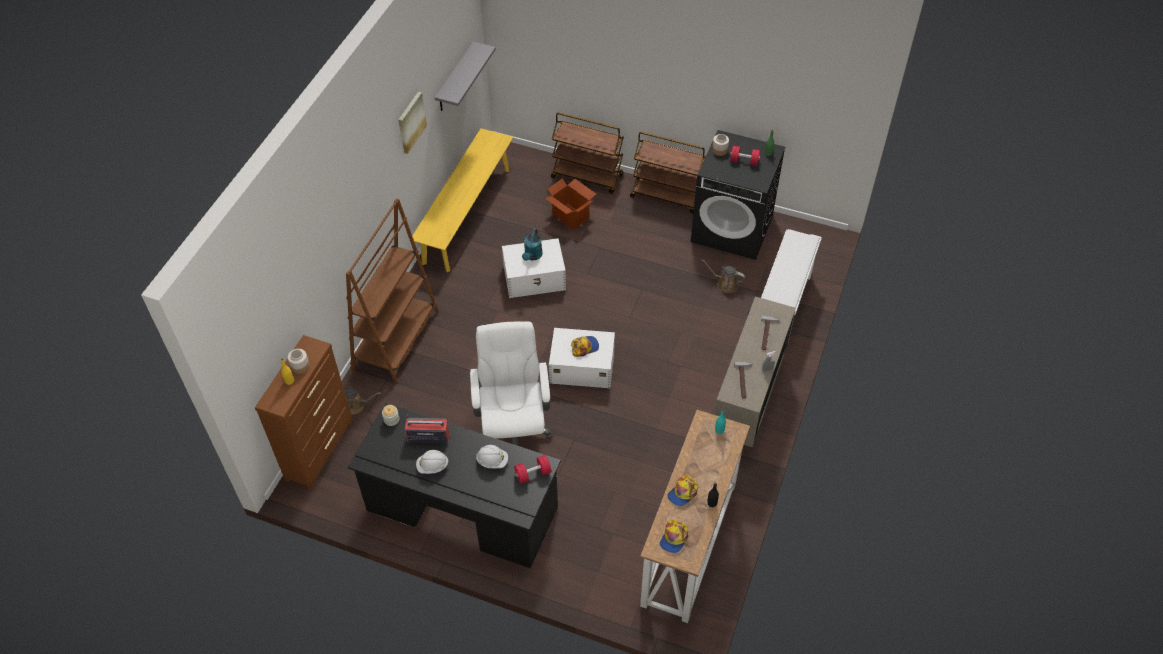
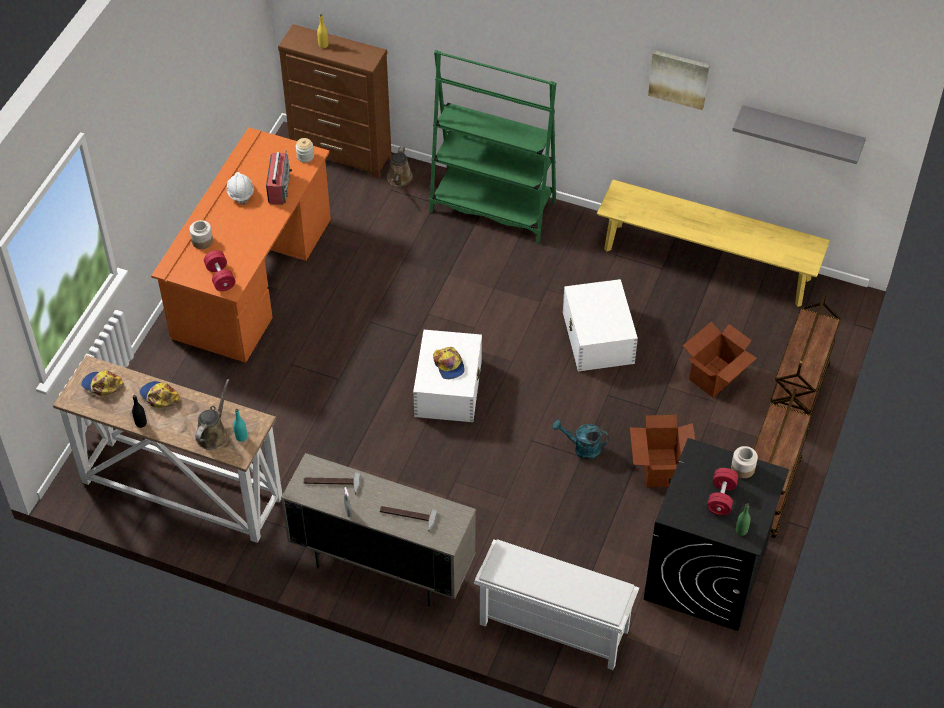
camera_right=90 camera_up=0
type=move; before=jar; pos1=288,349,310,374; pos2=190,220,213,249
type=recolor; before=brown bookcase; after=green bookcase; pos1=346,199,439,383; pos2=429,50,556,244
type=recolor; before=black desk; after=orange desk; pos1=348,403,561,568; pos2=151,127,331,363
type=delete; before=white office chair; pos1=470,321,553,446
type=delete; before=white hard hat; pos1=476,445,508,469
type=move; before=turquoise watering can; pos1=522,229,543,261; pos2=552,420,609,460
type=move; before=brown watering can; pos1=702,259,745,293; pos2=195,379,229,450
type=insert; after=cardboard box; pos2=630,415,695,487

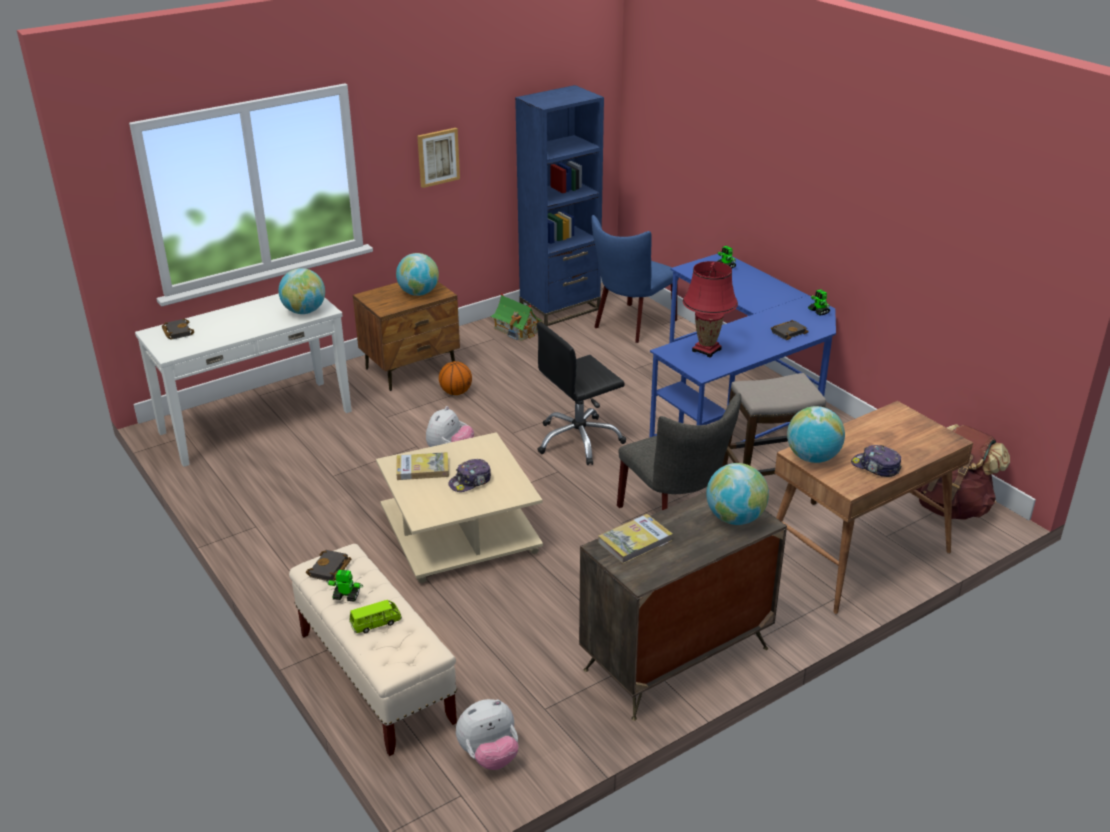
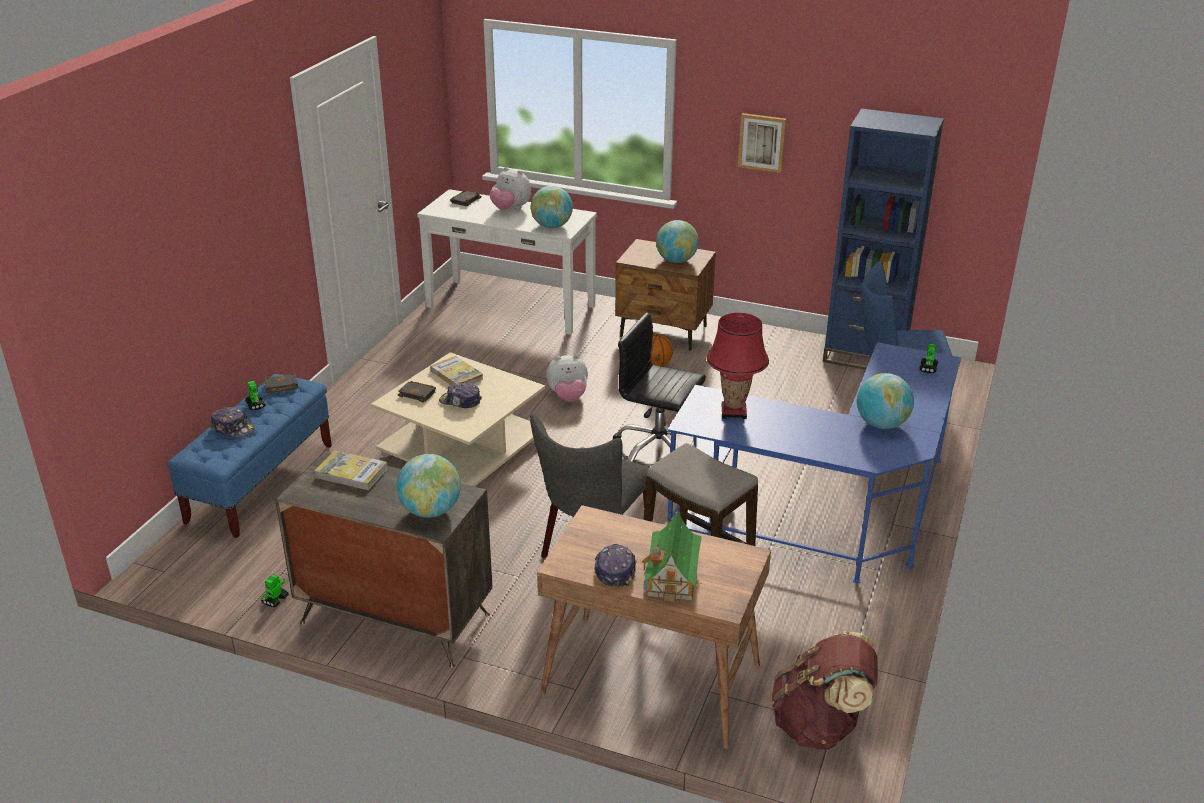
camera_right=55 camera_up=0
type=recolor; before=beige bench; after=blue bench; pos1=289,544,457,756; pos2=167,374,332,538
type=replace; before=green toy car; after=cap; pos1=349,600,402,633; pos2=210,407,255,438
type=move; before=plush toy; pos1=456,699,519,770; pos2=490,167,531,210
type=move; before=toy house; pos1=490,293,542,341; pos2=641,510,702,602
type=move; before=black book; pos1=771,320,809,340; pos2=398,381,436,402
type=move; before=globe; pos1=787,406,845,463; pos2=857,373,914,429
type=move; before=toy robot; pos1=808,289,830,316; pos2=261,574,289,607

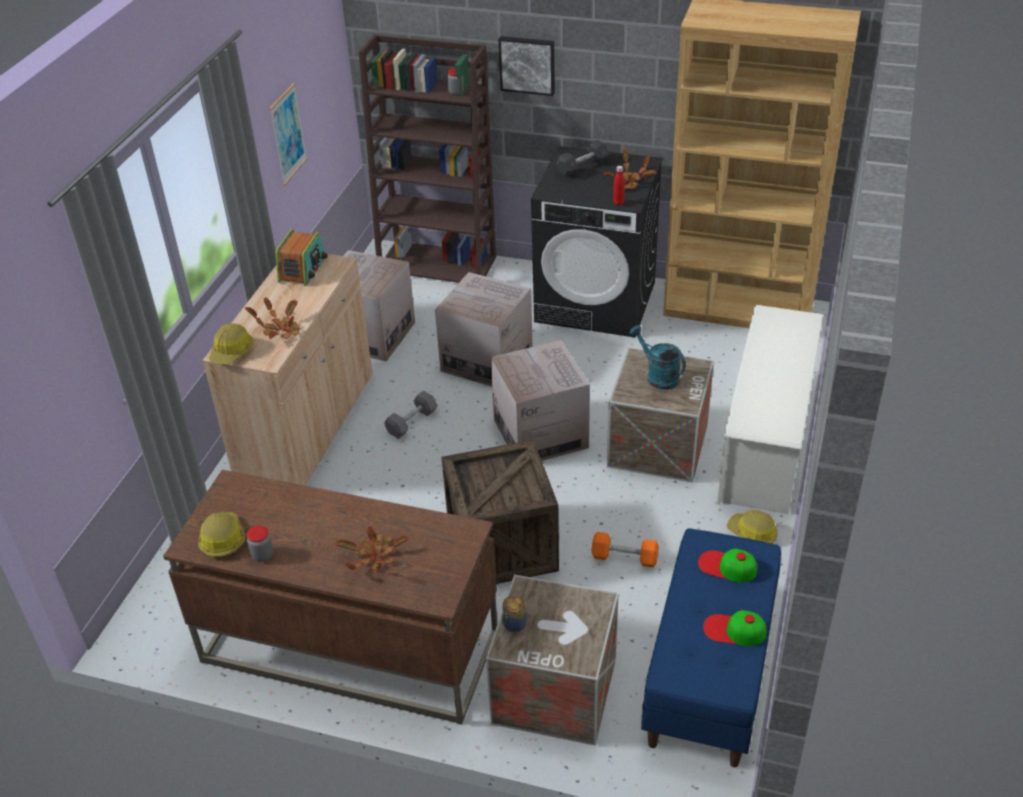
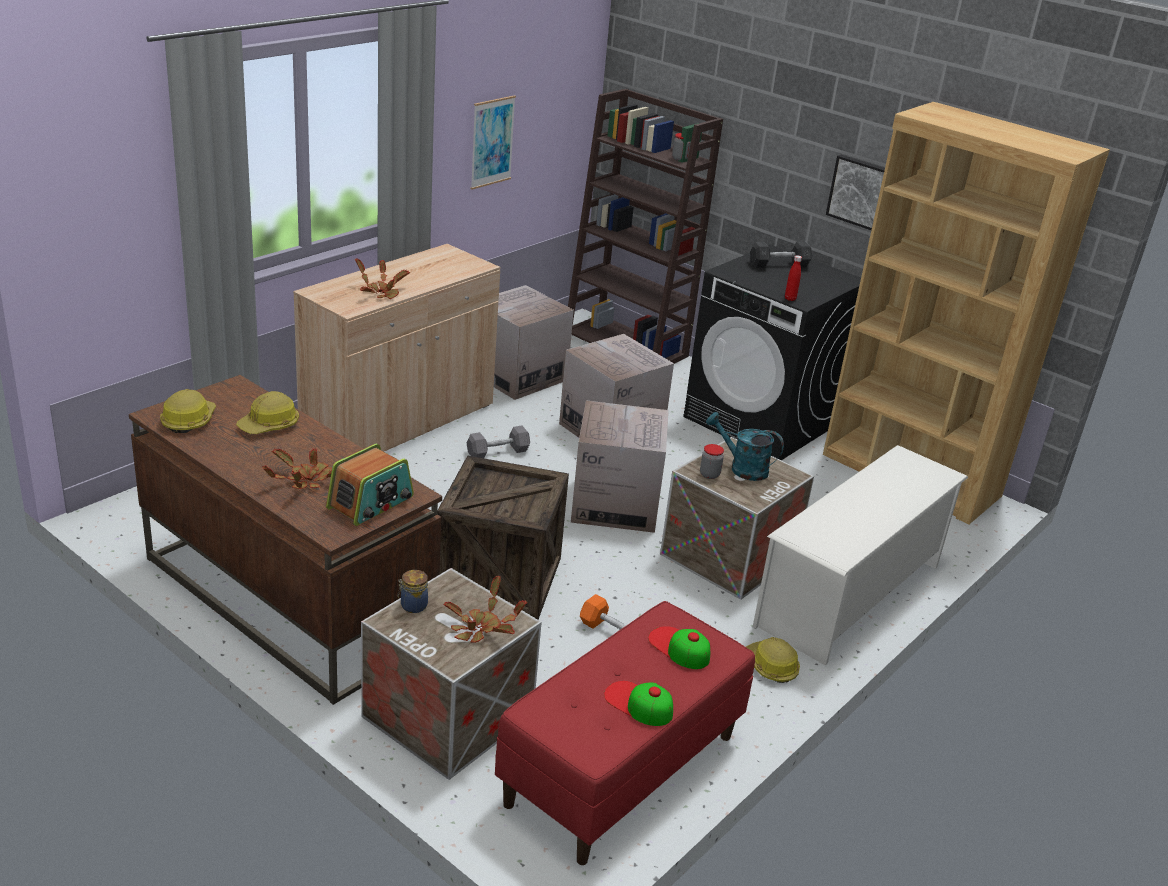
camera_right=20 camera_up=-10
type=move; before=hard hat; pos1=209,323,253,365; pos2=236,391,299,434
type=move; before=jar; pos1=246,525,273,562; pos2=700,444,724,479
type=move; before=radio; pos1=276,229,328,286; pos2=326,443,414,526
type=move; before=picture; pos1=499,36,555,96; pos2=826,155,885,230
type=move; before=potted plant; pos1=603,148,657,189; pos2=443,576,527,643
type=rotate; before=turquoise watering can; pos1=629,325,686,390; pos2=706,412,784,481; turn=-45
type=recolor; before=blue bench; after=red bench; pos1=641,528,781,767; pos2=495,601,755,865

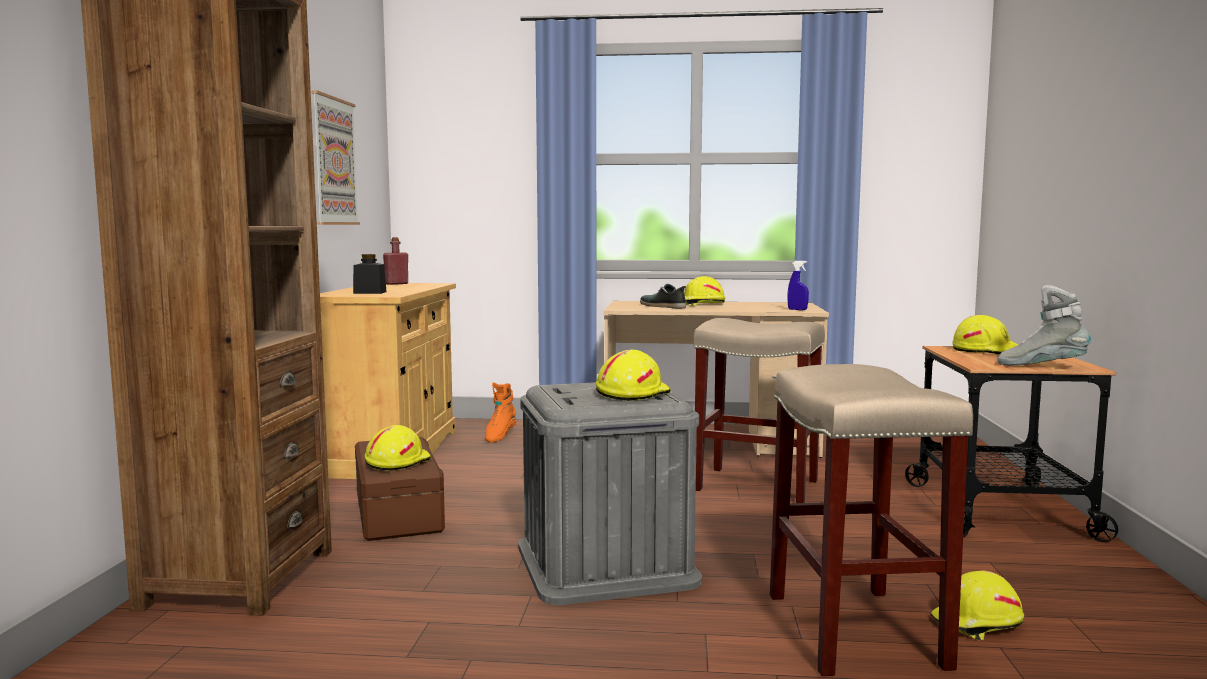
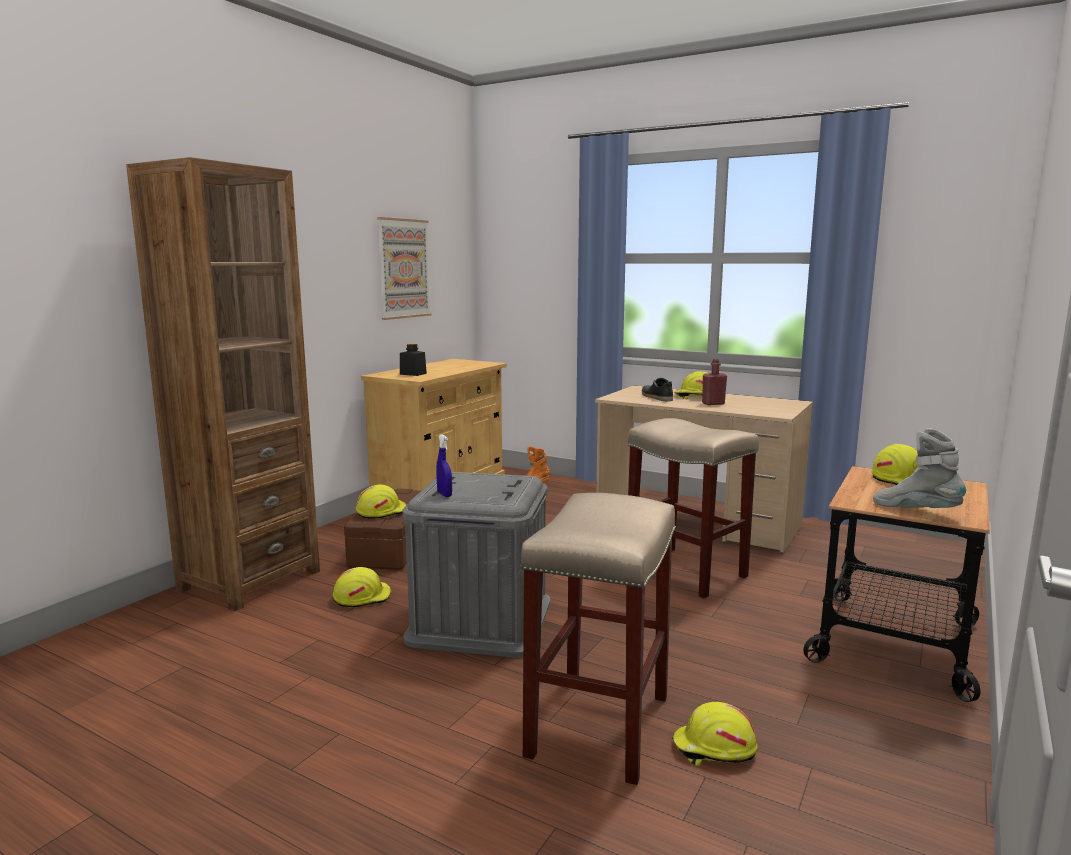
camera_right=25 camera_up=5
type=move; before=red bottle; pos1=383,237,408,285; pos2=702,359,727,405
type=move; before=yellow hard hat; pos1=596,350,671,401; pos2=333,567,391,607
type=move; before=blue spray bottle; pos1=787,261,809,310; pos2=436,434,452,497

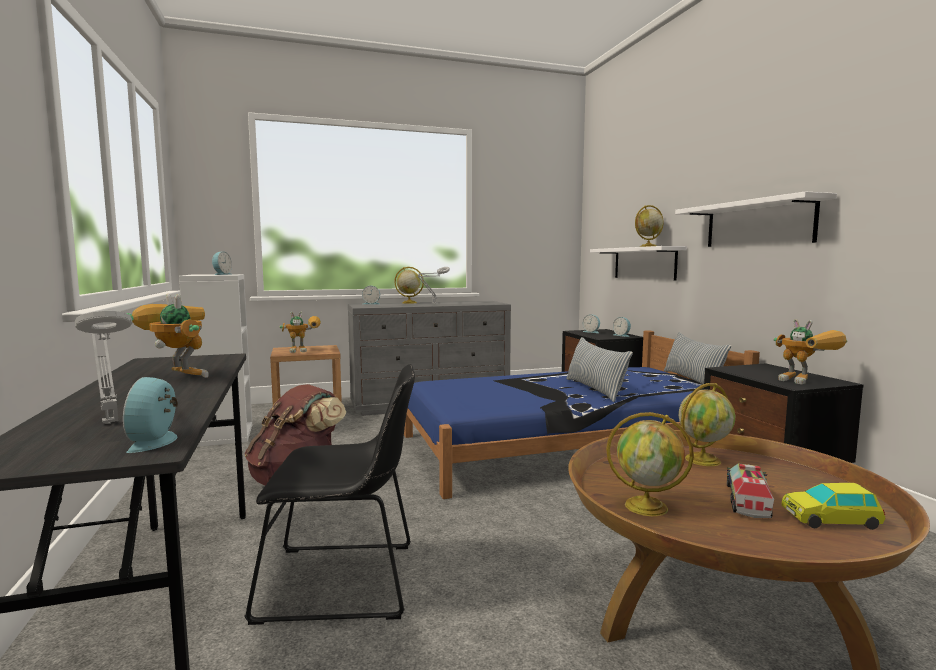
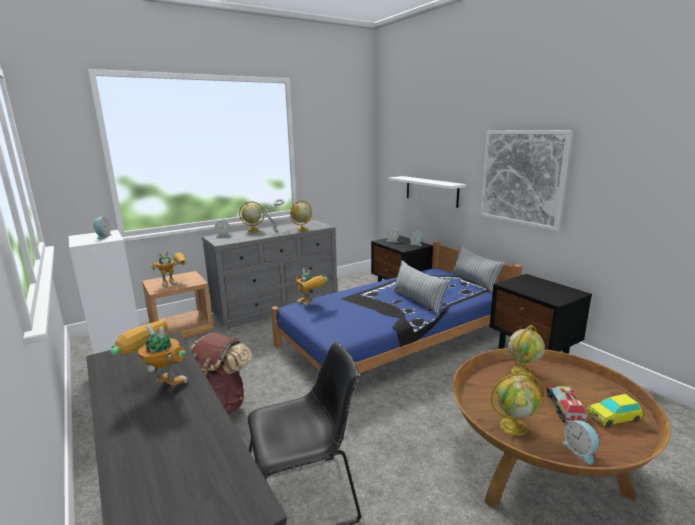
camera_right=-15 camera_up=10
type=delete; before=grey table lamp; pos1=75,311,132,424
type=move; before=alarm clock; pos1=123,377,178,453; pos2=563,420,599,464
type=move; before=globe; pos1=635,205,664,247; pos2=290,200,312,231
type=replace; before=white shelf; after=picture; pos1=675,192,837,247; pos2=480,130,573,231
type=move; before=toy robot; pos1=774,319,847,384; pos2=295,268,328,306

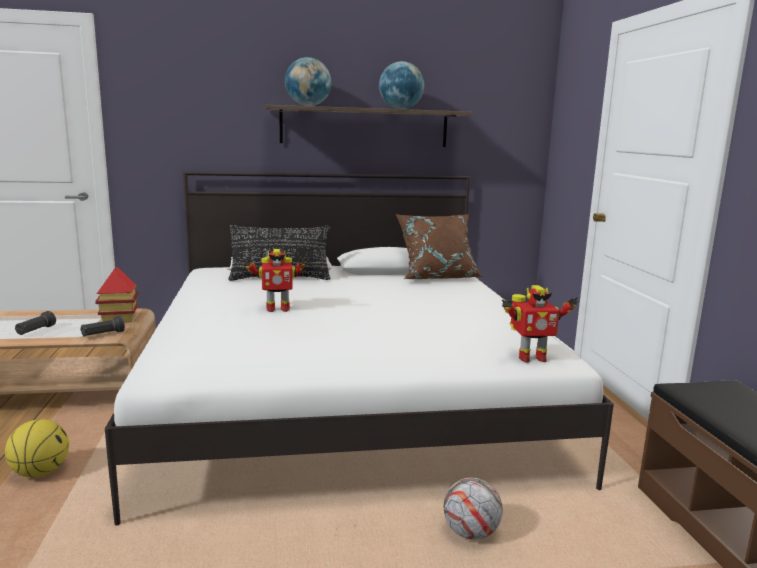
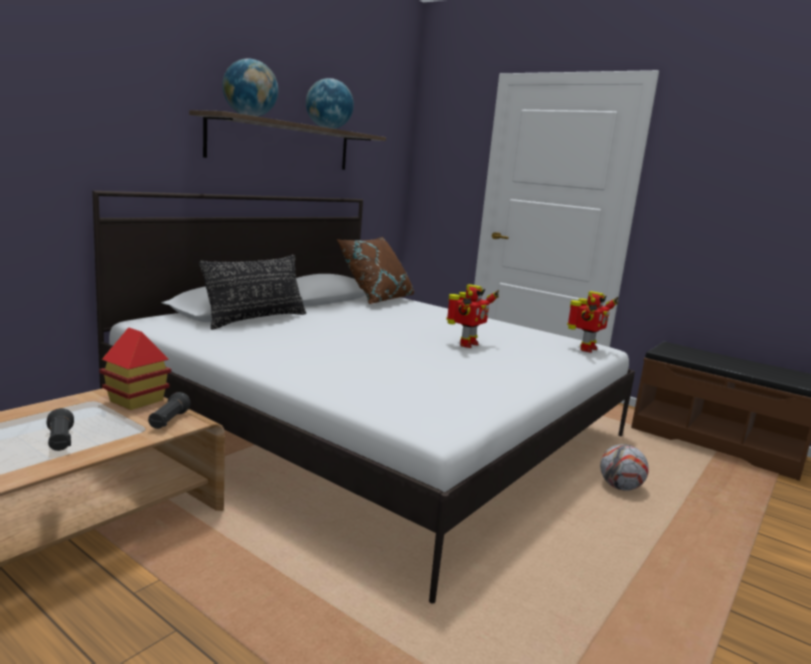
camera_right=-45 camera_up=0
type=delete; before=basketball; pos1=5,419,69,478
type=move; before=toy robot; pos1=242,249,306,312; pos2=446,284,499,348

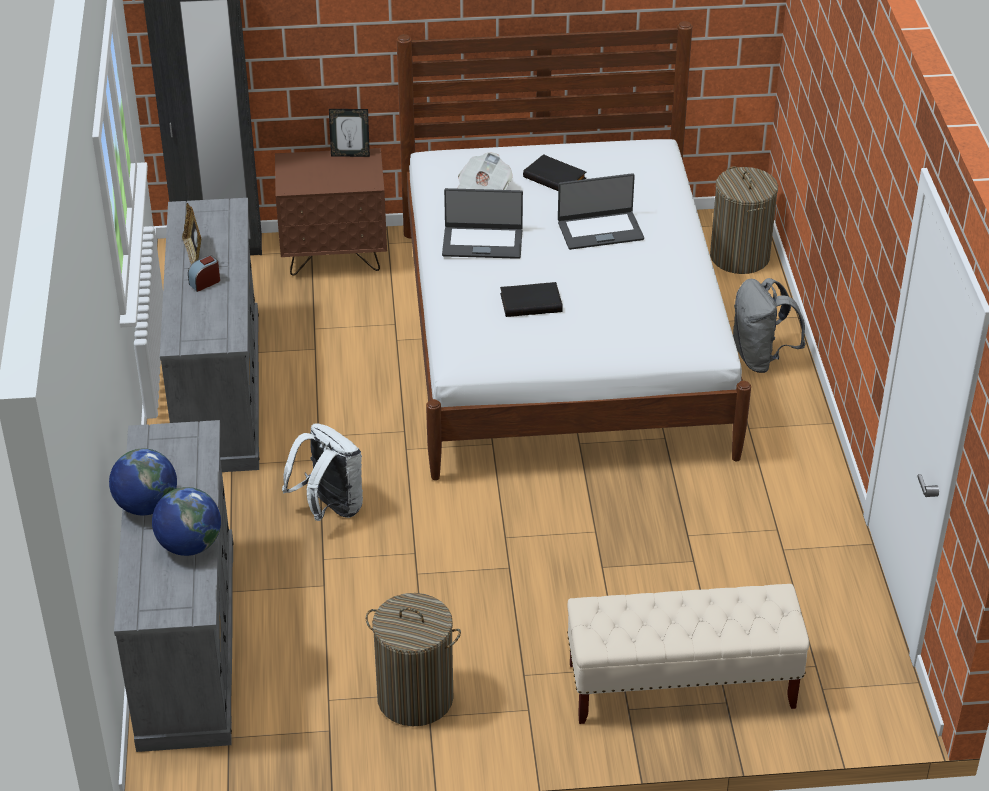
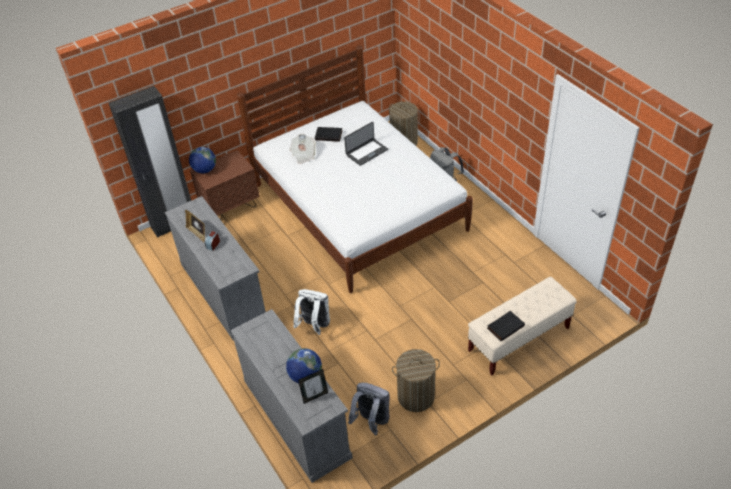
camera_right=-25 camera_up=5
type=move; before=globe; pos1=109,448,177,515; pos2=189,147,216,173
type=move; before=picture frame; pos1=329,109,370,157; pos2=298,369,328,404
type=delete; before=laptop; pos1=442,188,523,259
type=move; before=black book; pos1=500,282,563,317; pos2=487,311,525,341
type=insert; after=grey backpack; pos2=348,383,390,435

